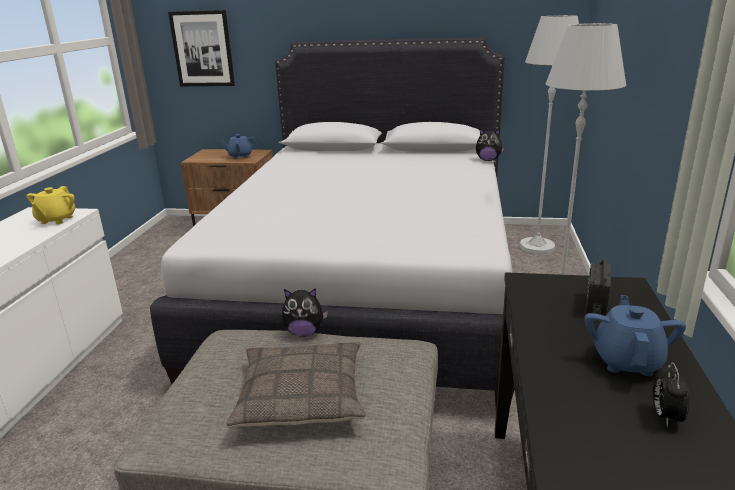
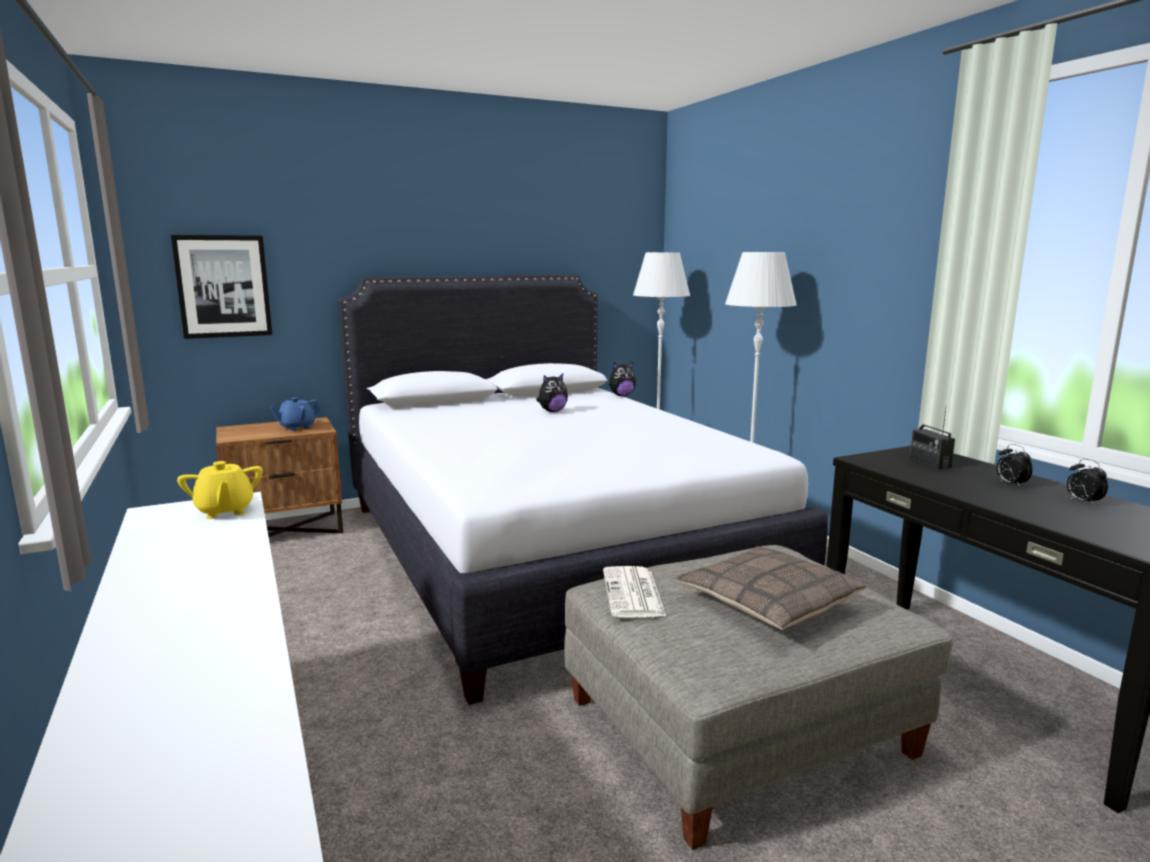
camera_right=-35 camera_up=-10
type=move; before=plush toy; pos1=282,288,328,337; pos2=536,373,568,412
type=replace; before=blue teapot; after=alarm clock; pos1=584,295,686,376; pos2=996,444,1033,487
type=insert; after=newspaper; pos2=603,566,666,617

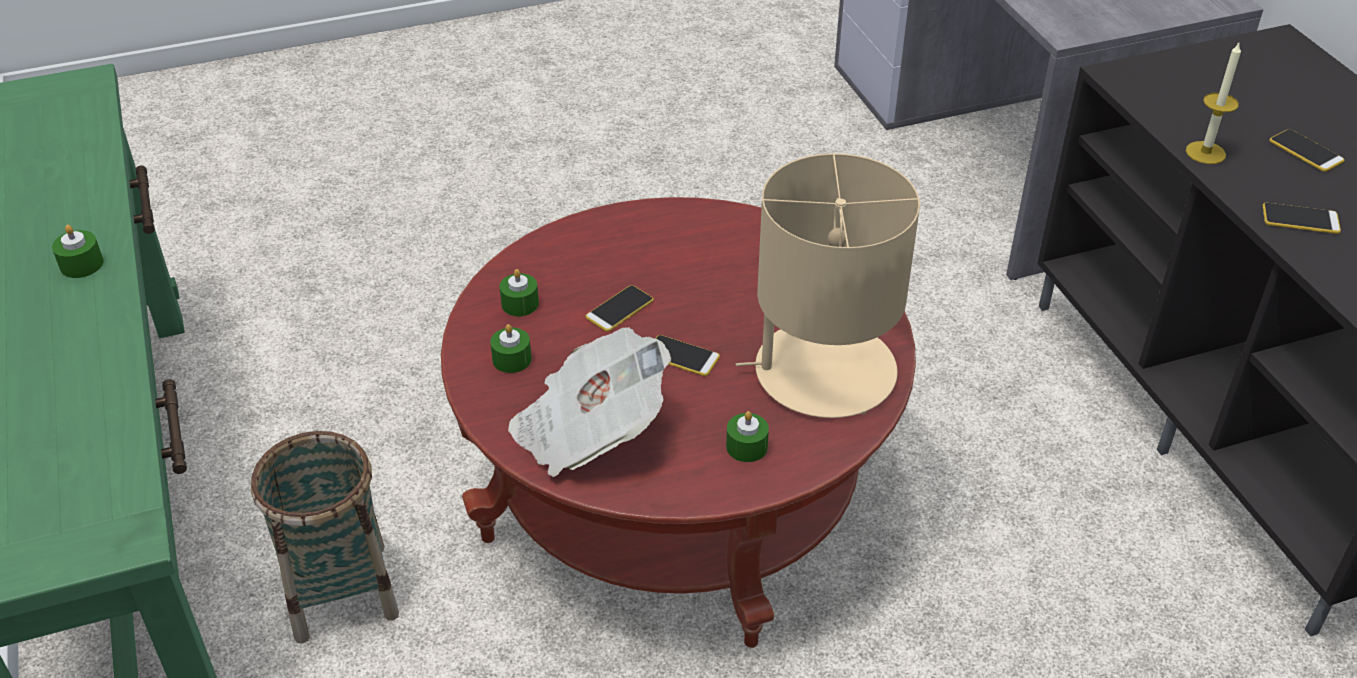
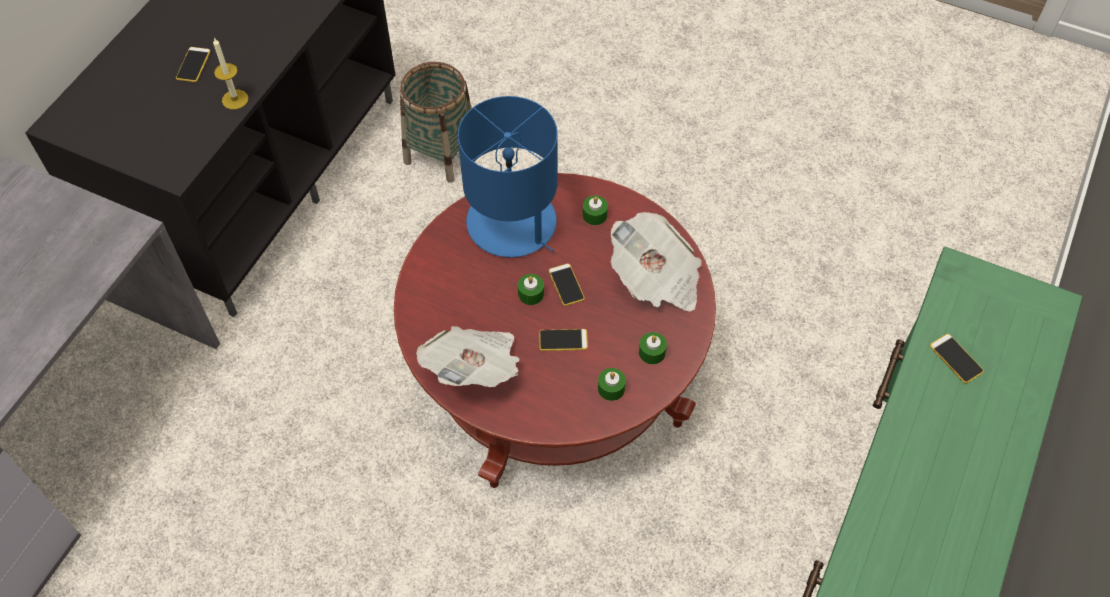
camera_right=-135 camera_up=15
type=move; before=green candle; pos1=52,225,104,278; pos2=518,274,544,305
type=move; before=basket; pos1=251,431,399,643; pos2=400,62,472,183
type=recolor; before=beige table lamp; after=blue table lamp; pos1=736,153,920,418; pos2=458,96,558,257
type=move; before=phone; pos1=1263,203,1341,234; pos2=930,334,984,384
type=insert; after=newspaper; pos2=416,326,520,387

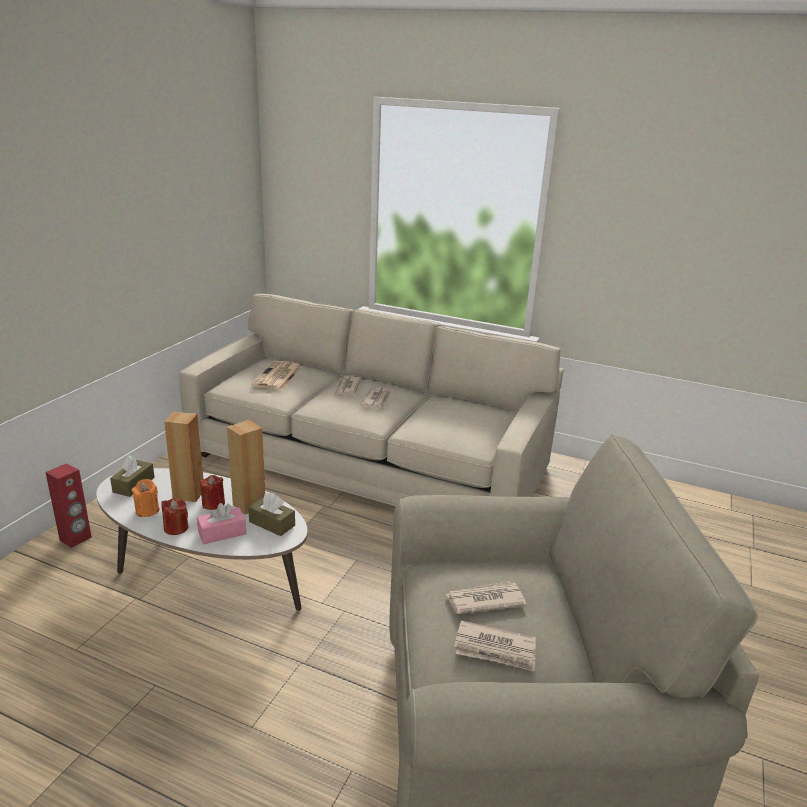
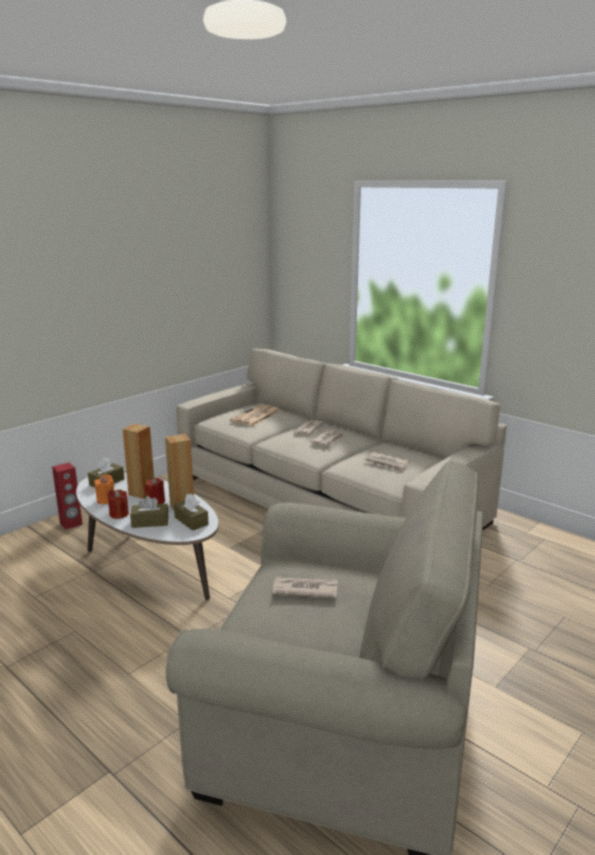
camera_right=20 camera_up=-5
type=recolor; before=pink tissue box; after=brown tissue box; pos1=197,503,246,544; pos2=130,496,168,528
type=move; before=newspaper; pos1=454,620,536,671; pos2=365,452,410,472

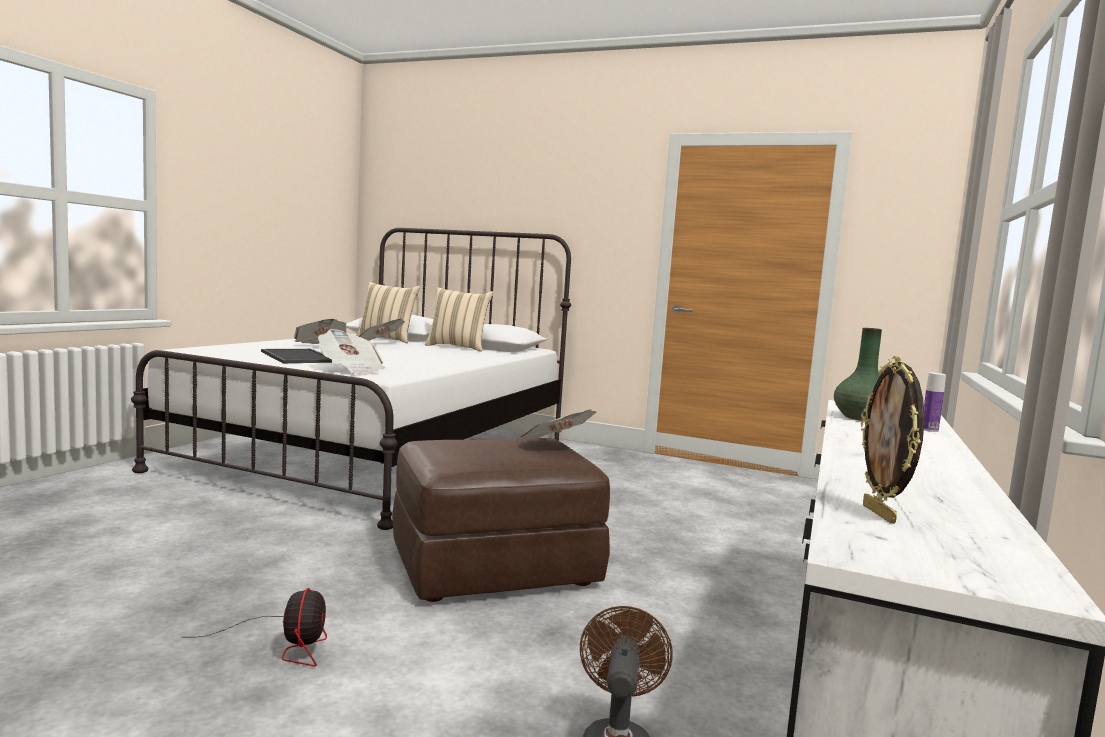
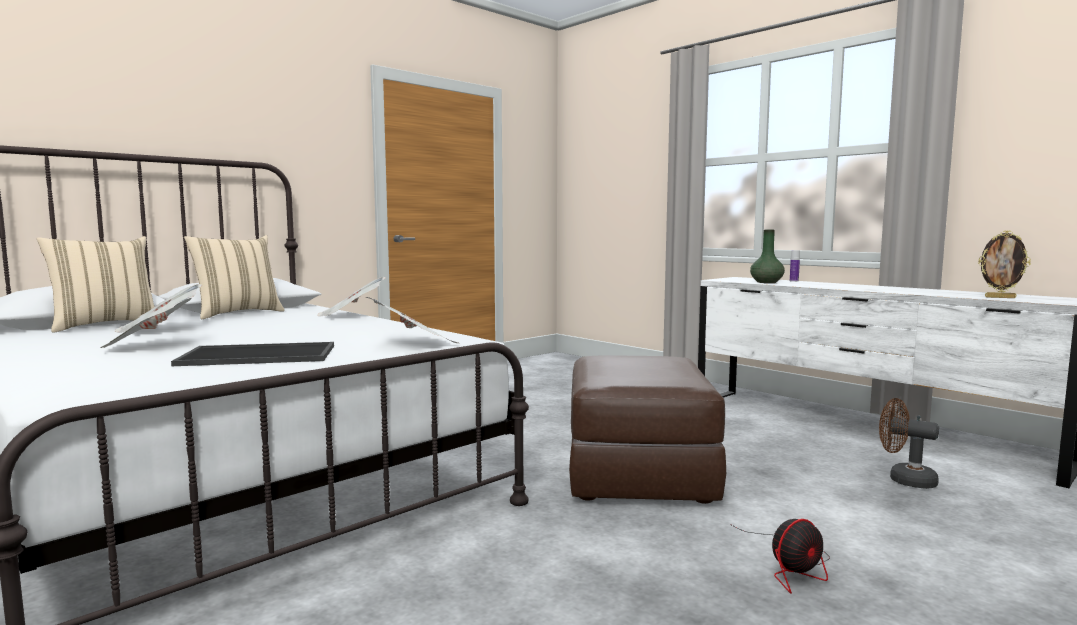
camera_right=-65 camera_up=0
type=rotate; before=fan; pos1=199,588,327,667; pos2=730,519,830,594; turn=135
type=move; before=newspaper; pos1=516,409,596,440; pos2=317,277,386,317

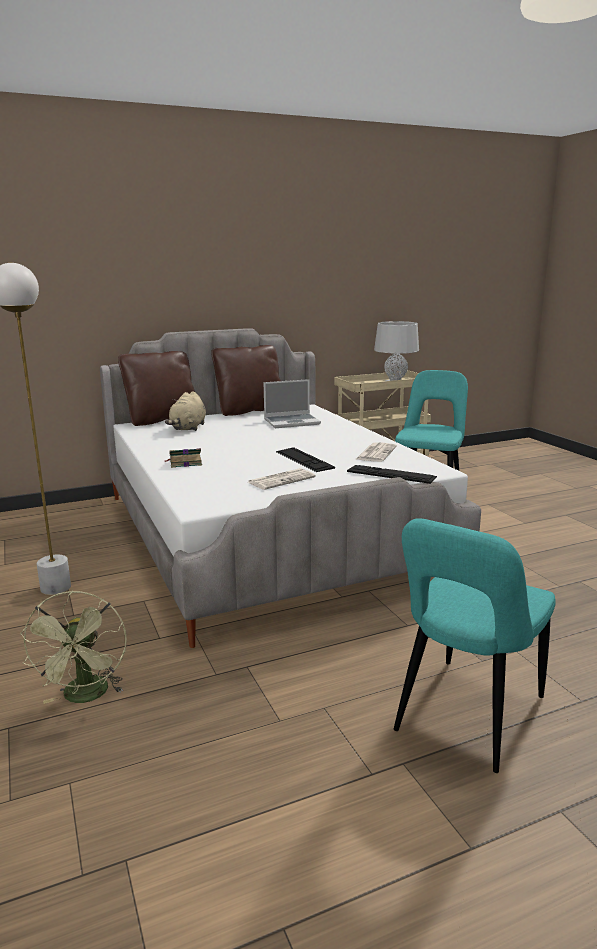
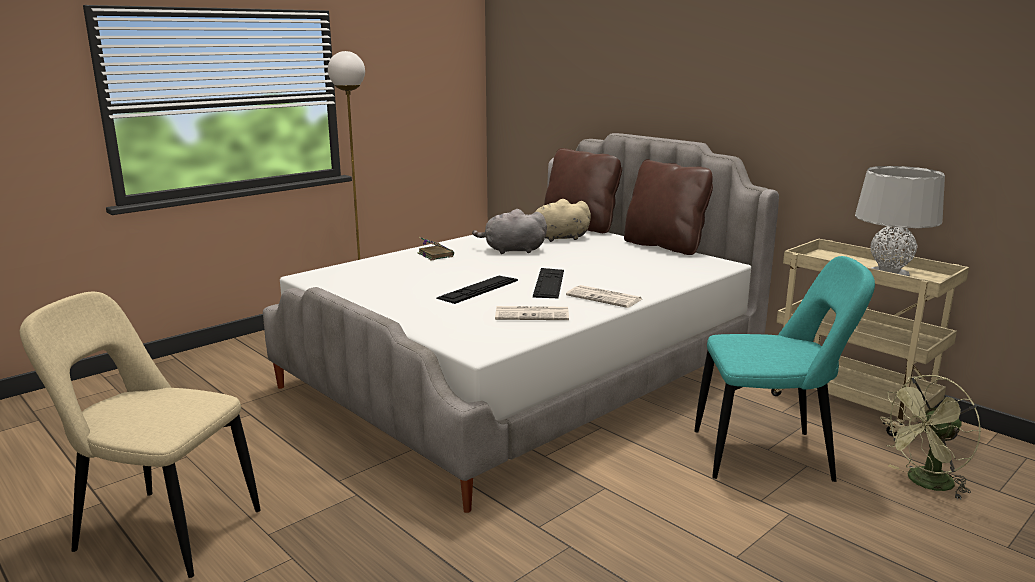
camera_right=70 camera_up=0
type=move; before=green fan; pos1=20,590,127,704; pos2=880,375,981,500
type=move; before=newspaper; pos1=248,468,316,490; pos2=566,285,642,308
type=delete; before=laptop; pos1=263,379,321,428
type=move; before=keyboard; pos1=347,465,437,484; pos2=533,268,564,298
type=recolor; before=turquoise chair; after=beige chair; pos1=394,518,556,773; pos2=20,292,261,578
type=insert; after=grey plush toy; pos2=472,209,547,254

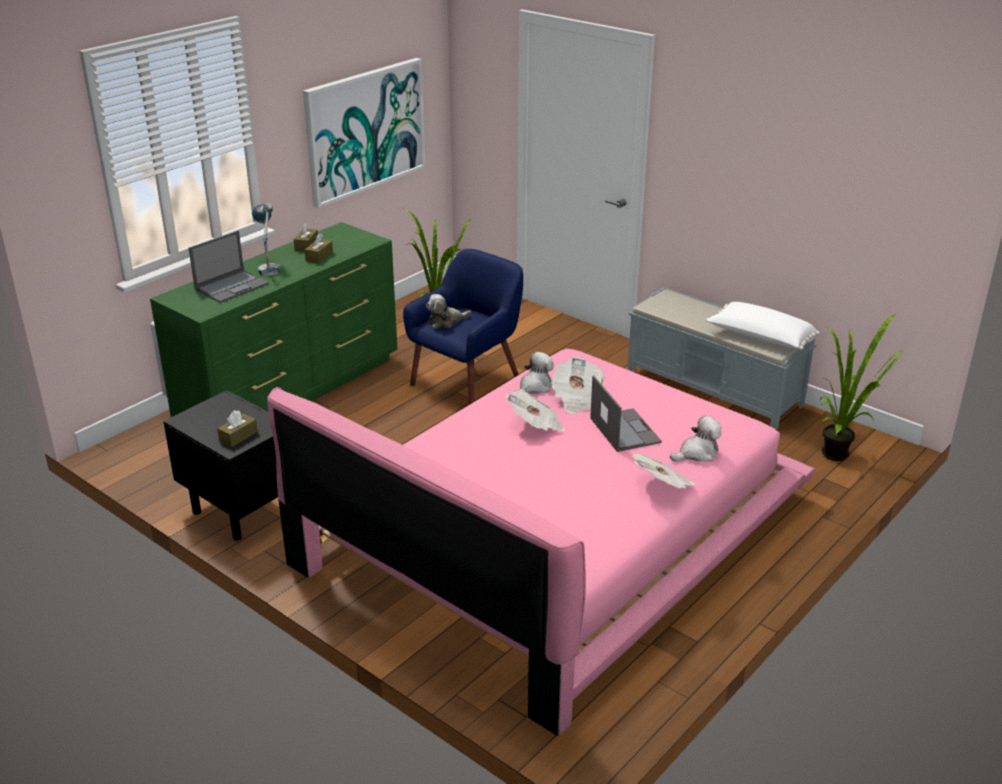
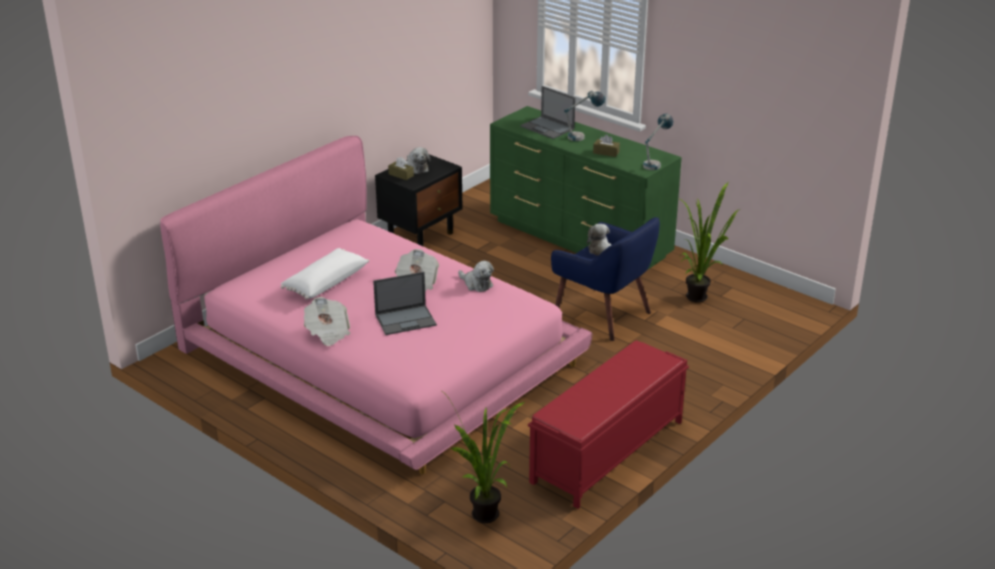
camera_right=90 camera_up=0
type=delete; before=brown tissue box; pos1=294,223,318,252
type=delete; before=picture; pos1=303,58,425,208
type=delete; before=newspaper; pos1=551,357,605,414
type=recolor; before=grey bench; after=red bench; pos1=628,287,816,430; pos2=528,341,689,509
type=move; before=plush toy; pos1=670,416,722,462; pos2=407,147,430,174
type=move; before=white pillow; pos1=706,302,820,350; pos2=280,248,369,300
type=insert; after=table lamp; pos2=643,114,673,170

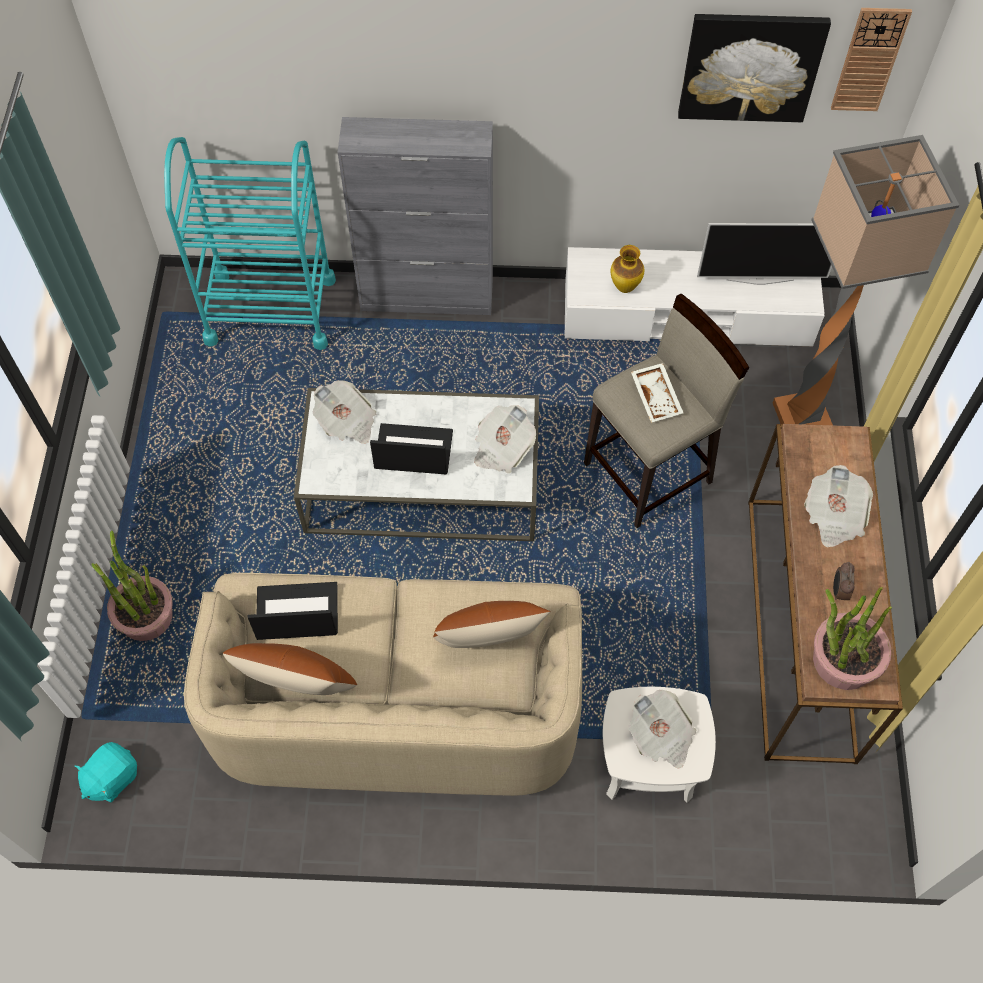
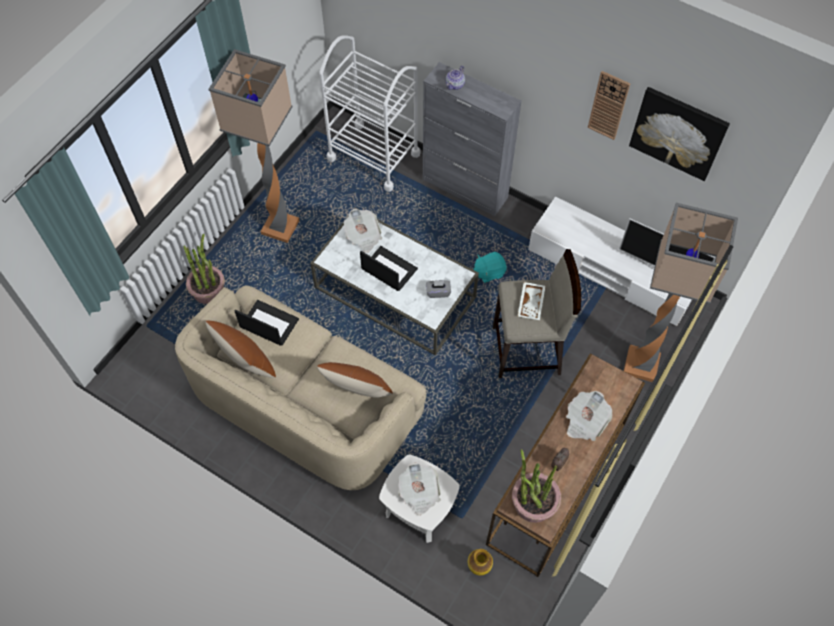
camera_right=30 camera_up=0
type=move; before=turquoise plush toy; pos1=74,742,137,802; pos2=474,252,507,283
type=recolor; before=turquoise cart; after=white cart; pos1=164,137,336,350; pos2=319,35,421,192
type=replace; before=newspaper; after=grey tissue box; pos1=474,405,536,473; pos2=426,280,451,298
type=move; before=vase; pos1=610,245,644,293; pos2=467,549,493,576
type=move; before=wall clock; pos1=831,8,912,111; pos2=588,71,630,140
type=insert; after=floor lamp; pos2=208,49,300,243
type=insert; after=teapot; pos2=445,66,465,90

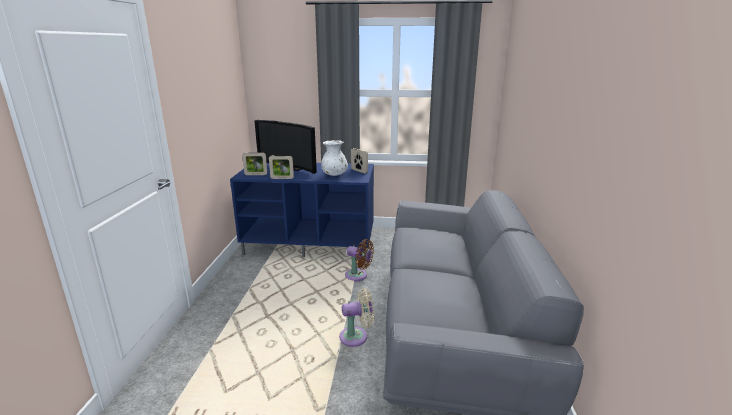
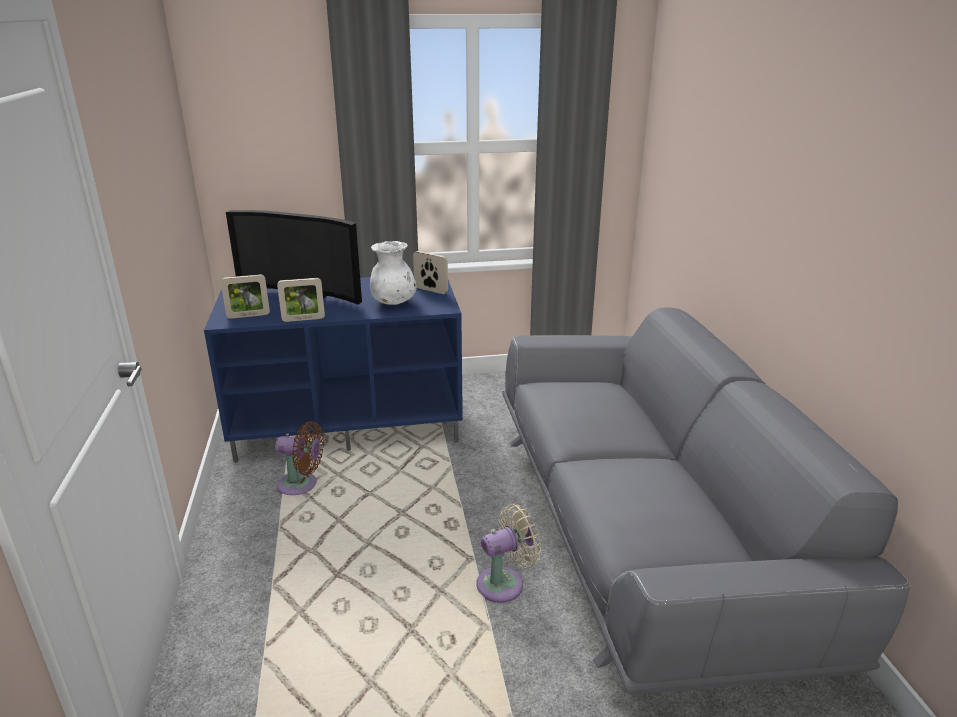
camera_right=-15 camera_up=5
type=move; before=brown fan; pos1=345,239,374,281; pos2=275,421,324,495

